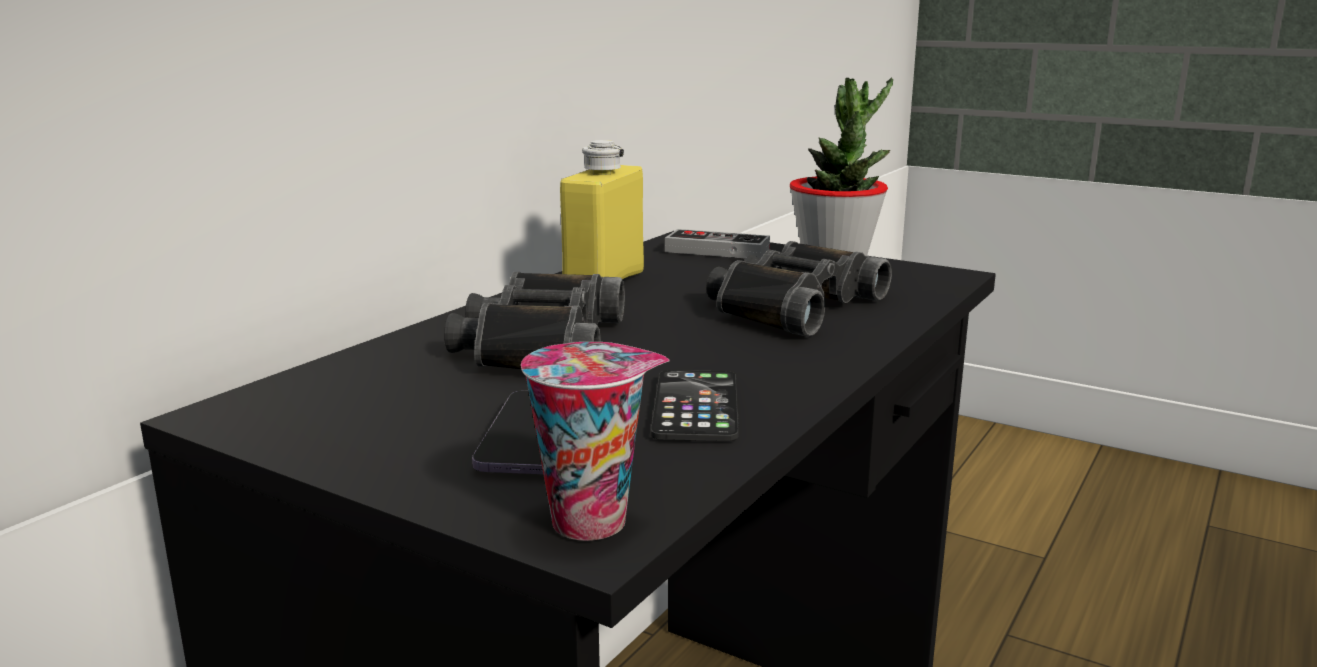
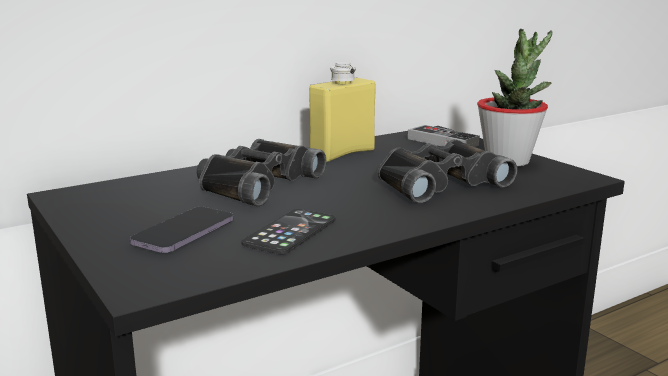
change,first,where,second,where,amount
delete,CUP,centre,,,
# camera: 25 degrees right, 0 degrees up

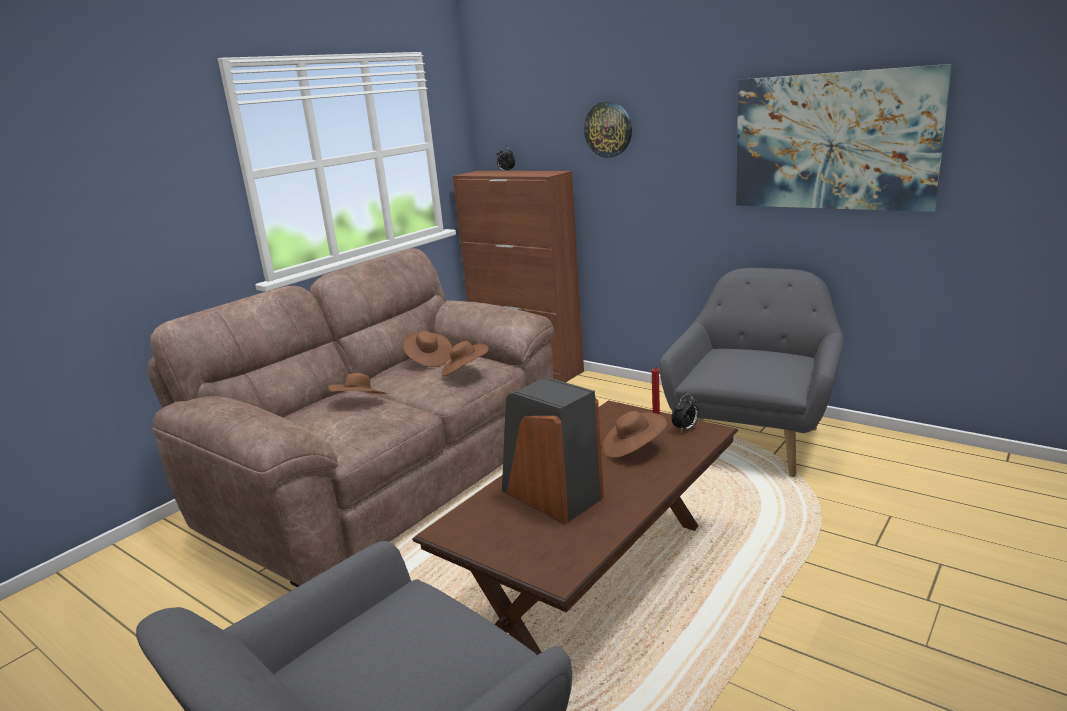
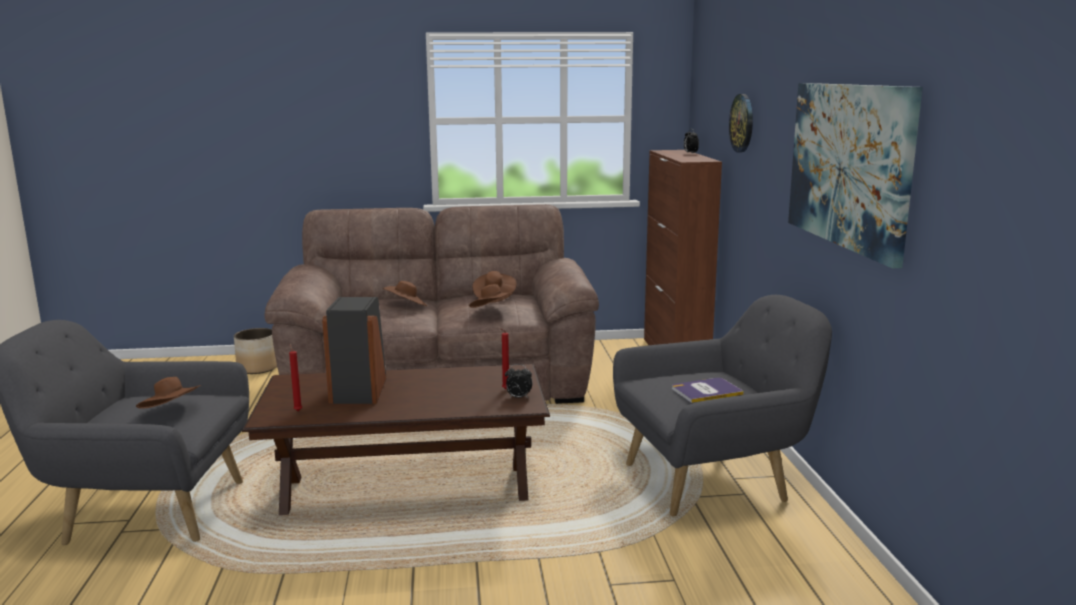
change,first,where,second,where,amount
insert,,,PLANTER,middle left,
insert,,,RED CANDLE (1st from left),middle left,
insert,,,BOOK,centre,
move,BROWN HAT (4th from left in the first image),centre,BROWN HAT (1st from left),middle left,
# camera: 45 degrees right, 5 degrees down

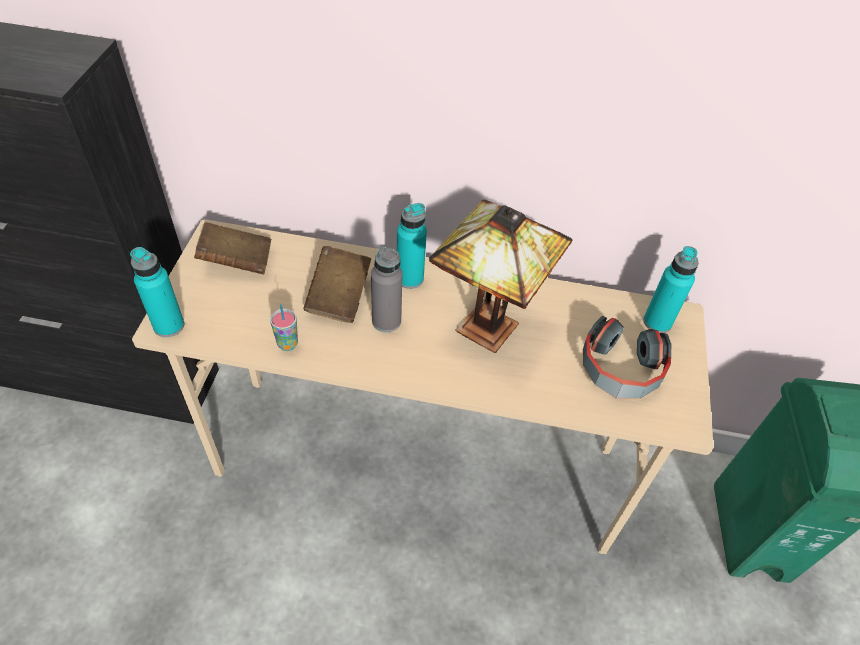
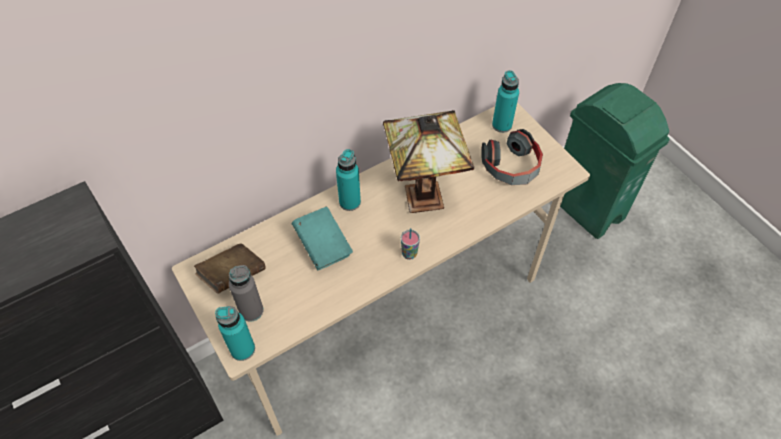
change,first,where,second,where,amount
move,CUP,middle left,,centre,
move,GREY BOTTLE,centre,,bottom left,
recolor,BROWN BOOK (2nd from left),centre,TURQUOISE BOOK,centre,
# camera: 40 degrees left, 5 degrees up

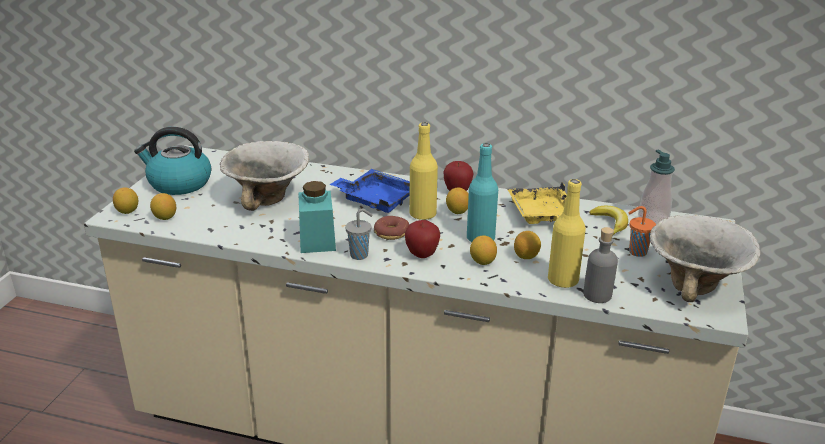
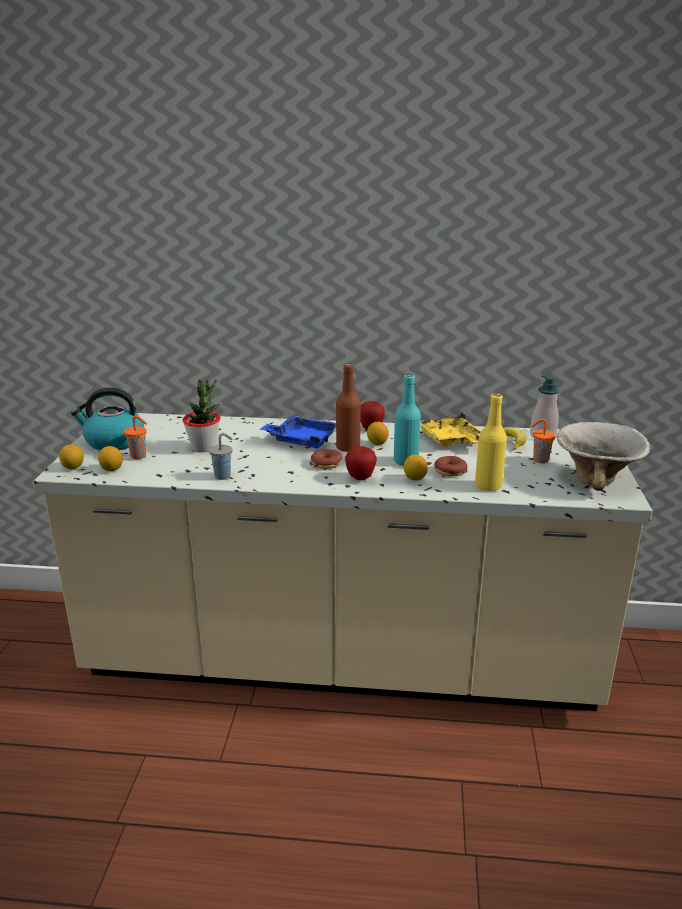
change,first,where,second,where,amount
delete,TURQUOISE JAR,centre,,,
delete,GREY BOTTLE,middle right,,,
insert,,,ORANGE CUP (1st from left),middle left,
move,GREY CUP,centre,,middle left,
replace,BOWL (1st from left),middle left,POTTED PLANT,middle left,
replace,LEMON (5th from left),centre,DONUT (2nd from left),centre,
recolor,YELLOW BOTTLE (1st from left),centre,BROWN BOTTLE,centre,
# camera: 10 degrees left, 5 degrees down

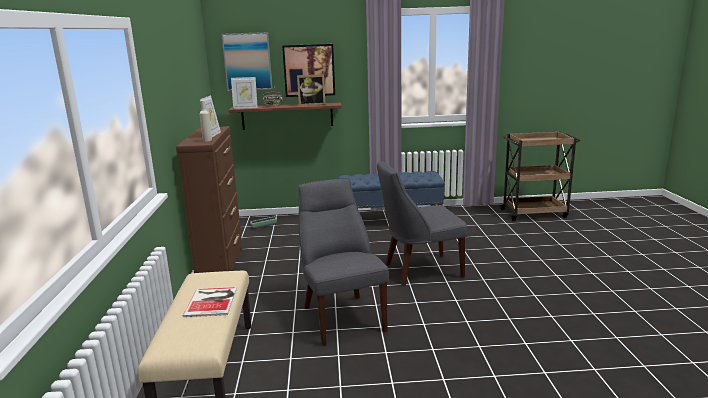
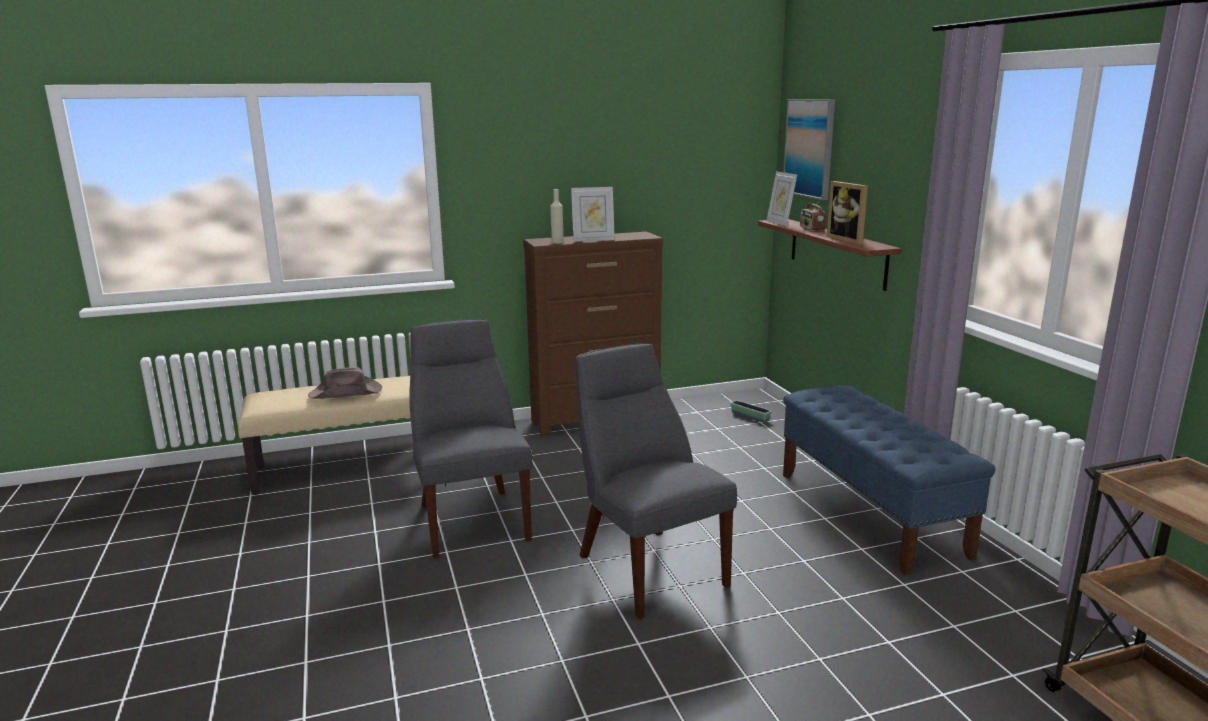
change,first,where,second,where,amount
delete,PICTURE (2nd from left),top centre,,,
replace,BOOK,bottom left,BROWN HAT,middle left,
rotate,GREY CHAIR (1st from left),centre,,centre,75 degrees counterclockwise
# camera: 75 degrees right, 0 degrees up

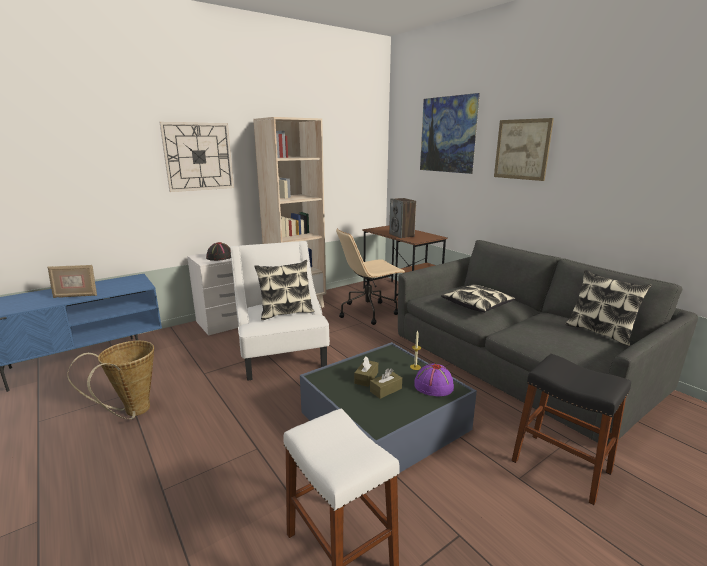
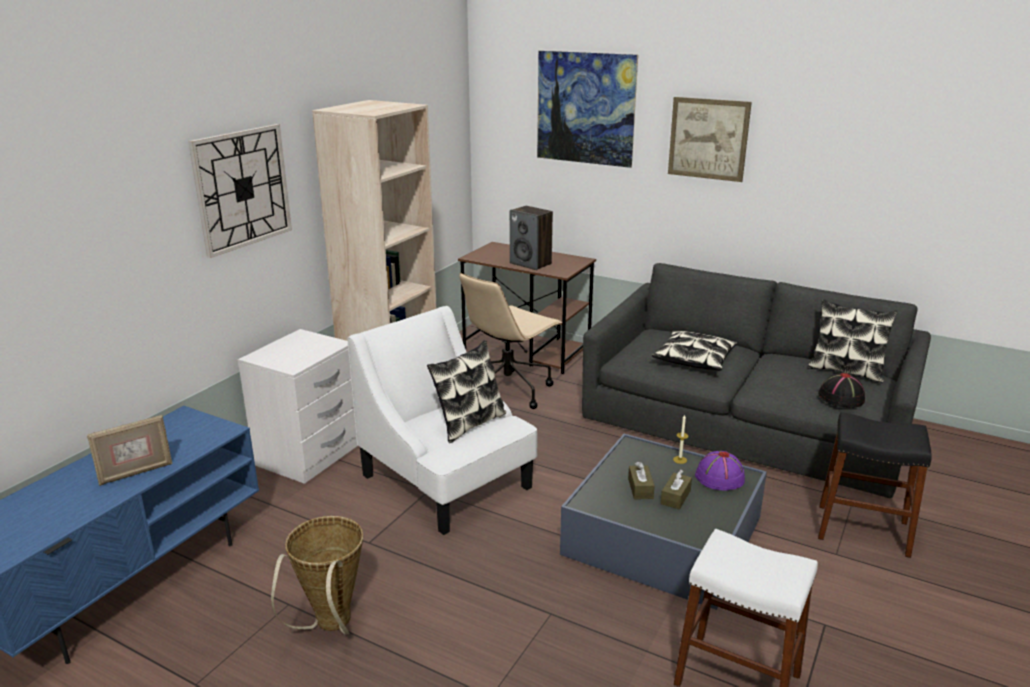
change,first,where,second,where,amount
move,BLACK HAT,middle left,,middle right,
# camera: 25 degrees left, 5 degrees up

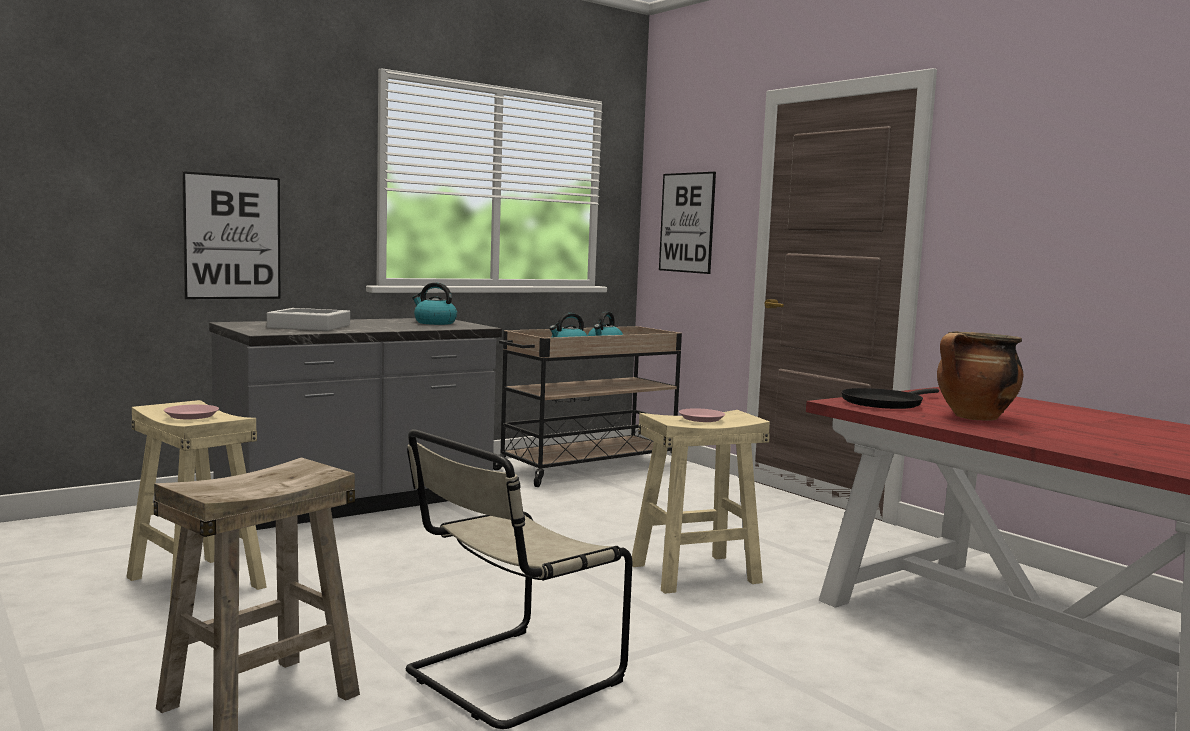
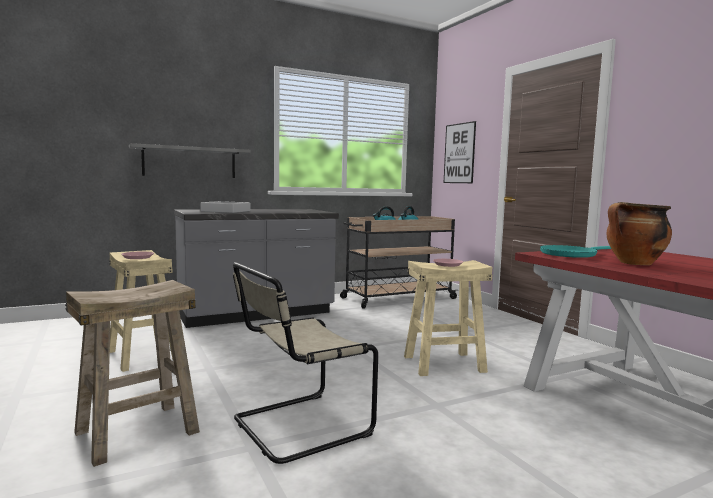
change,first,where,second,where,amount
delete,KETTLE (1st from left),centre,,,
replace,PICTURE (1st from left),top left,GREY SHELF,top left,
recolor,BLACK FRYING PAN,middle right,TURQUOISE FRYING PAN,middle right,
# camera: 10 degrees right, 0 degrees up

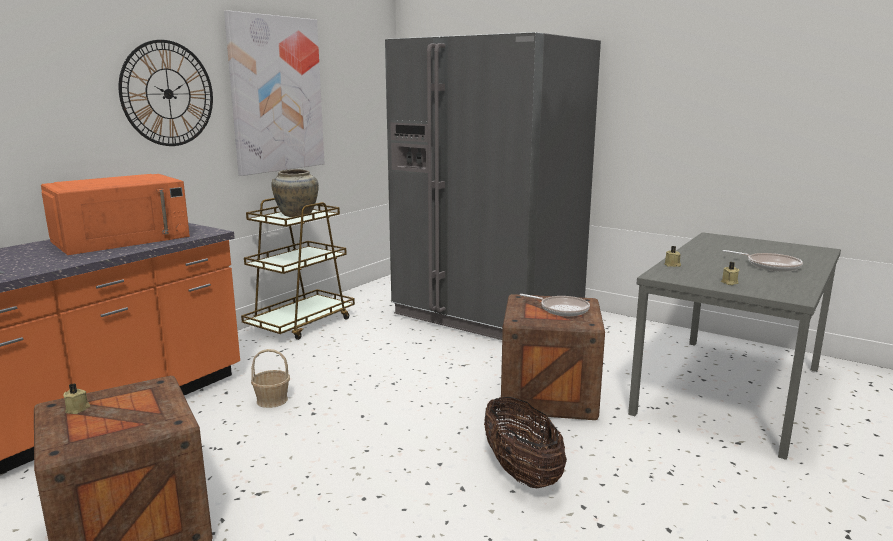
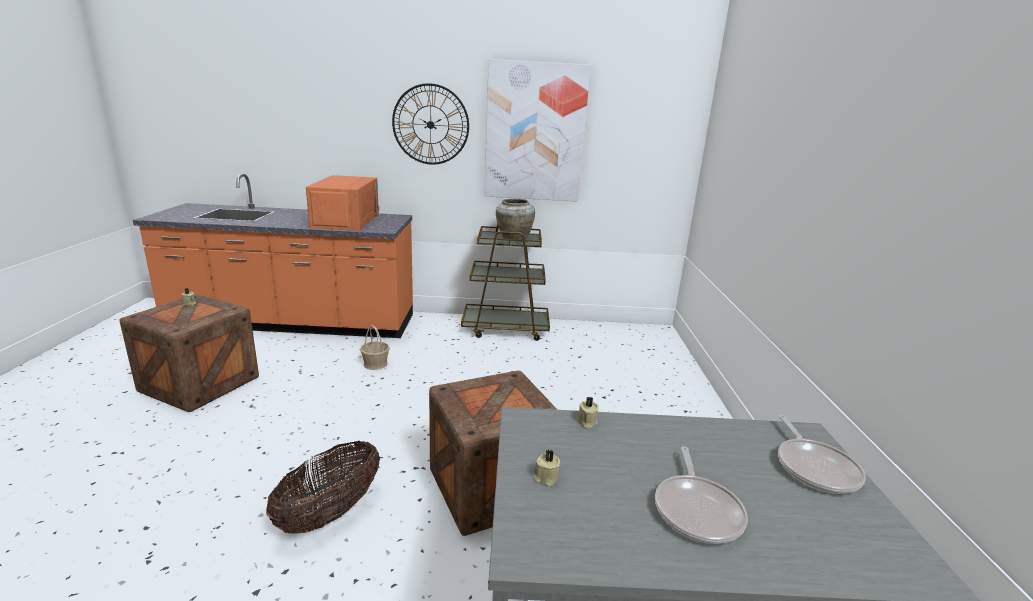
change,first,where,second,where,amount
delete,GREY FRIDGE,centre,,,
move,FRYING PAN (1st from left in the first image),centre,FRYING PAN (2nd from left),bottom right,
rotate,ORANGE MICROWAVE,middle left,,middle left,105 degrees counterclockwise
# camera: 55 degrees right, 5 degrees up

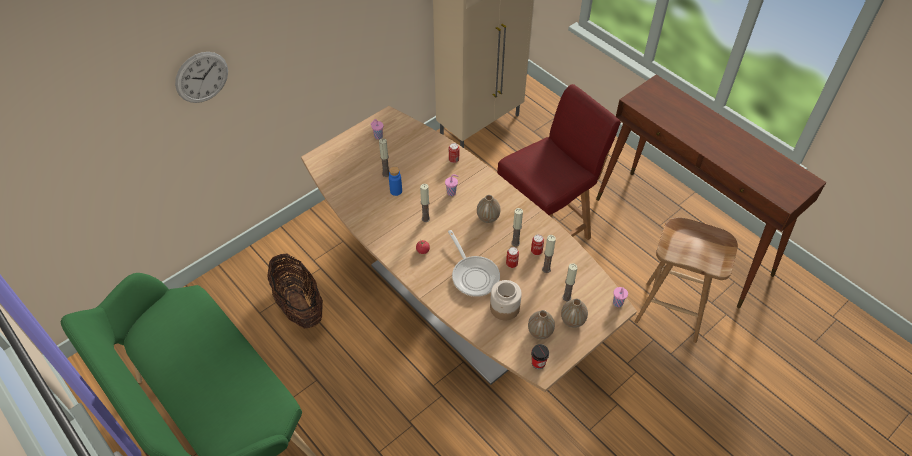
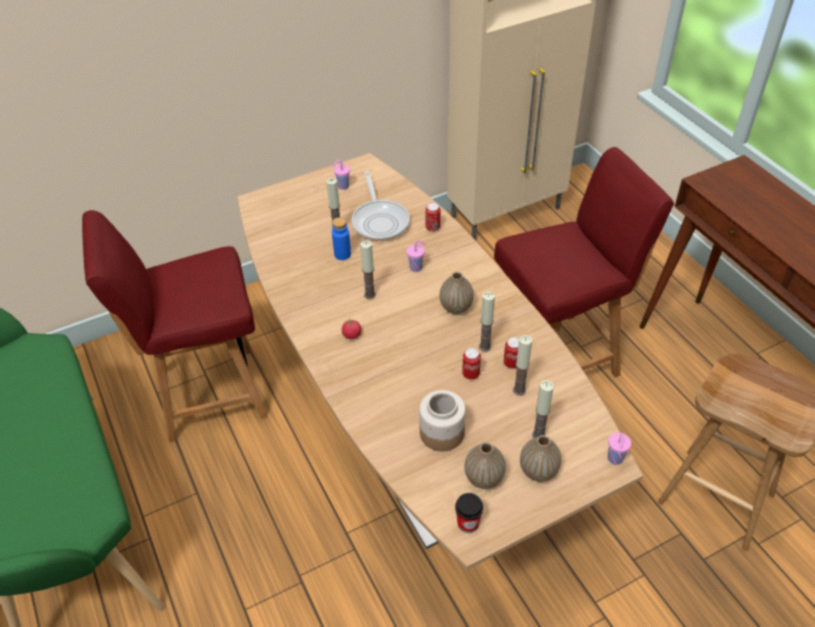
change,first,where,second,where,amount
delete,WALL CLOCK,top left,,,
move,FRYING PAN,centre,,top centre,
replace,BASKET,middle left,RED CHAIR (1st from left),middle left,
# camera: 15 degrees right, 5 degrees down

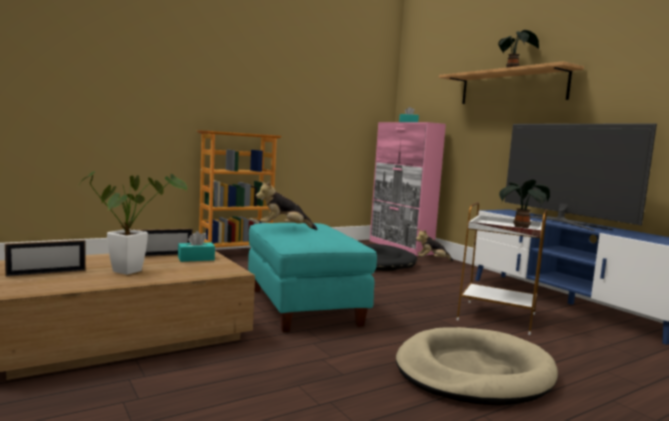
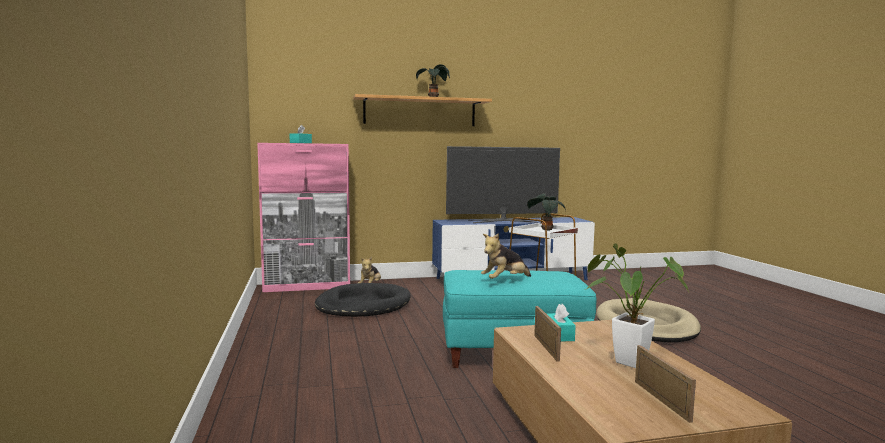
change,first,where,second,where,amount
delete,BOOKCASE,centre,,,
rotate,PLUSH TOY (1st from left in the first image),centre,PLUSH TOY (2nd from left),centre,45 degrees clockwise
# camera: 70 degrees left, 0 degrees up

